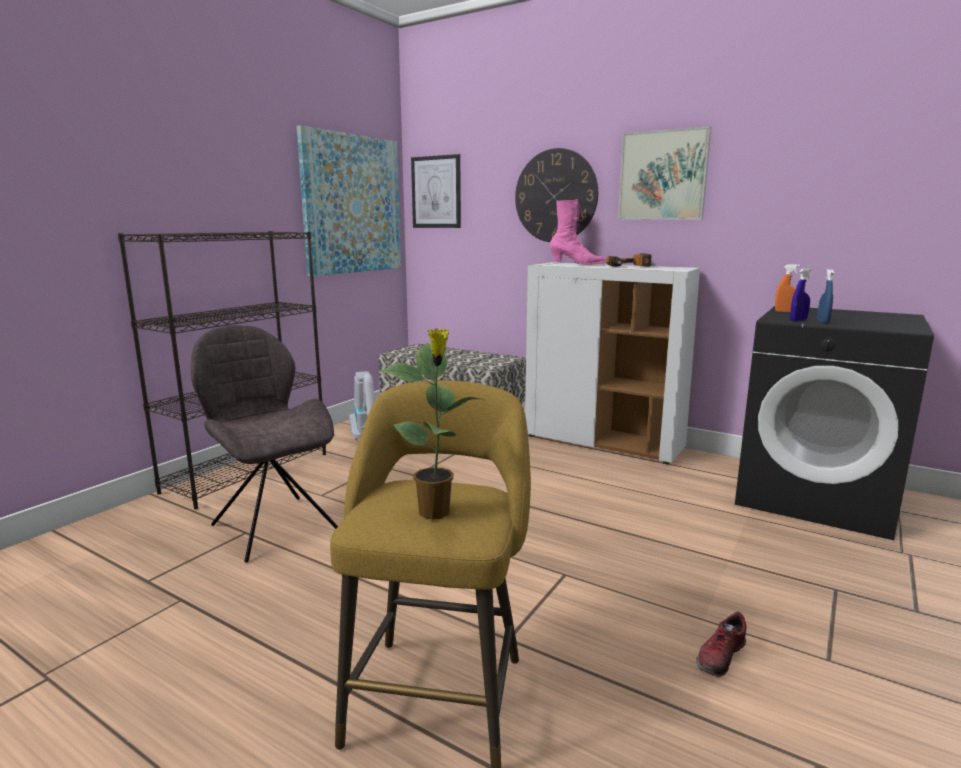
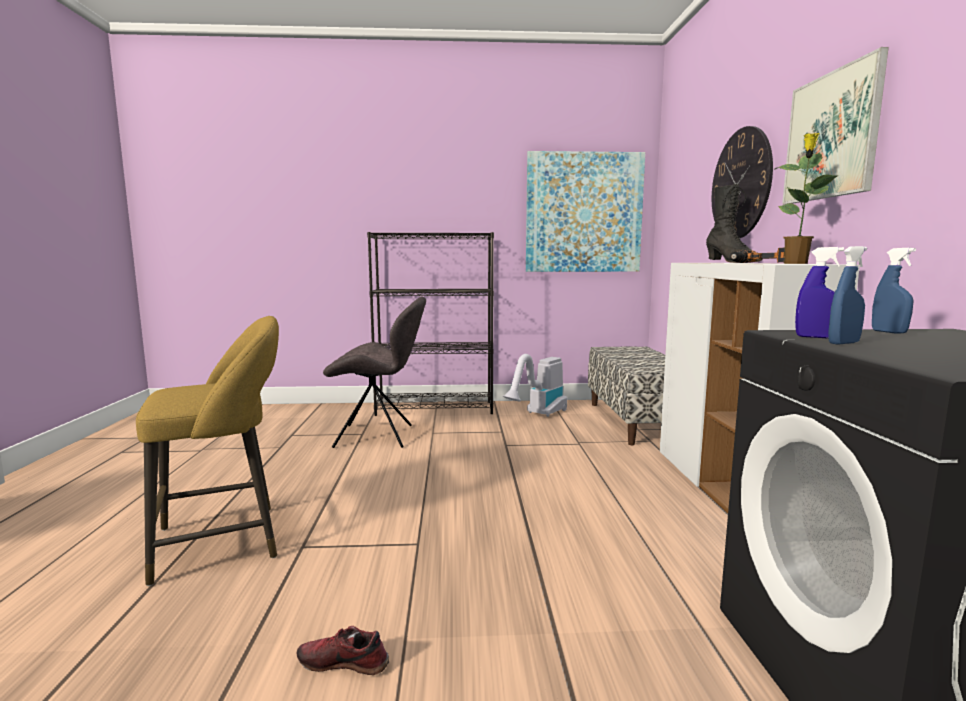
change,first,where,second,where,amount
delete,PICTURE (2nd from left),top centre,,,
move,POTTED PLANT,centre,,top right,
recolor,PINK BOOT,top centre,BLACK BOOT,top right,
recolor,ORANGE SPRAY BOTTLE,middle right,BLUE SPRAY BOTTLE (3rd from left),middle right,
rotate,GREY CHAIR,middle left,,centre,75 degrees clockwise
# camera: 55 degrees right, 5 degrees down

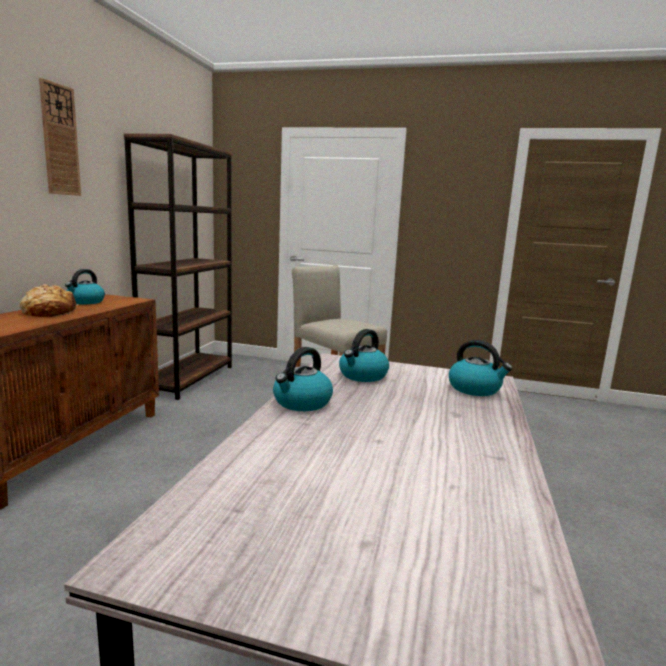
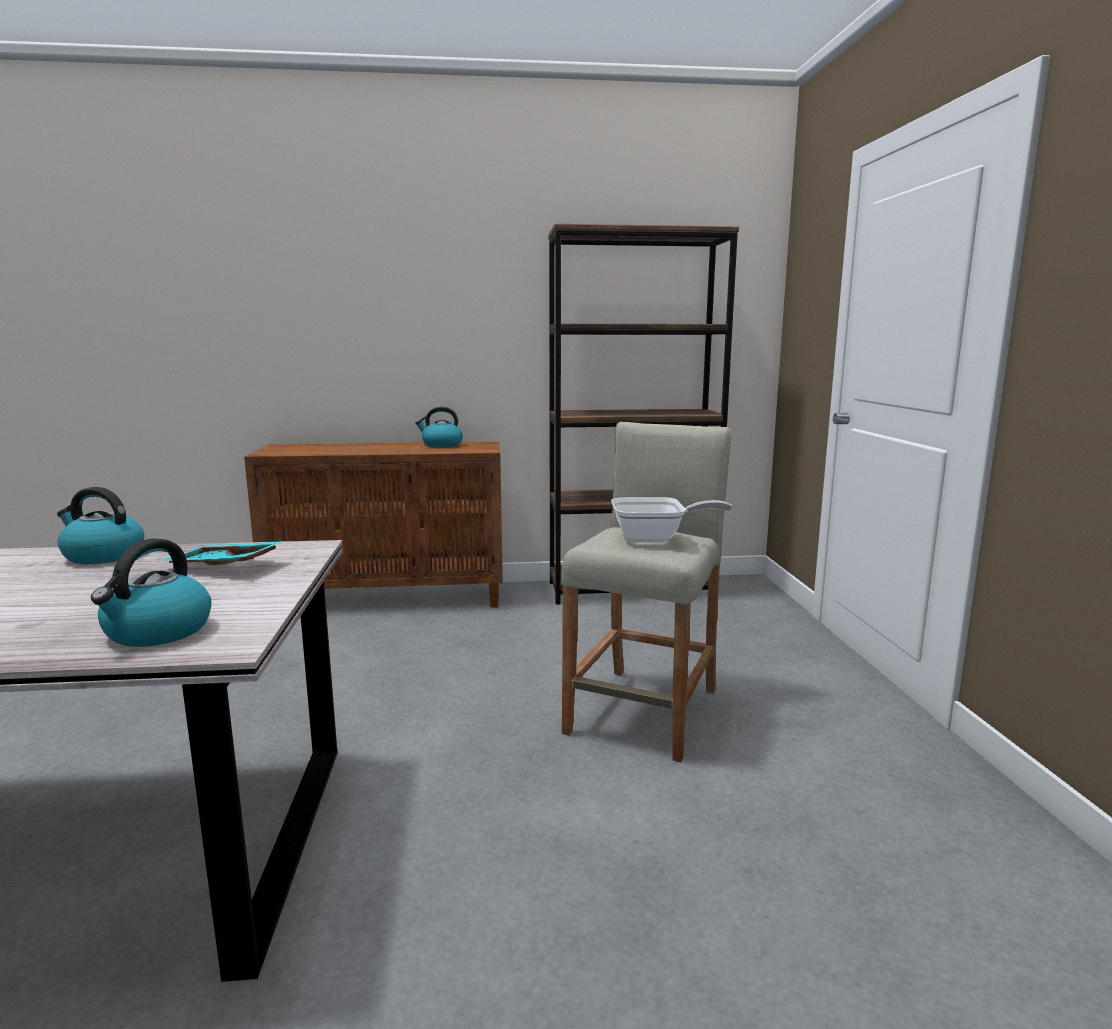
change,first,where,second,where,amount
delete,BREAD,middle left,,,
delete,WALL CLOCK,top left,,,
insert,,,FRYING PAN,centre,
replace,KETTLE (3rd from left),centre,TURQUOISE TRAY,middle left,
# camera: 70 degrees right, 0 degrees up

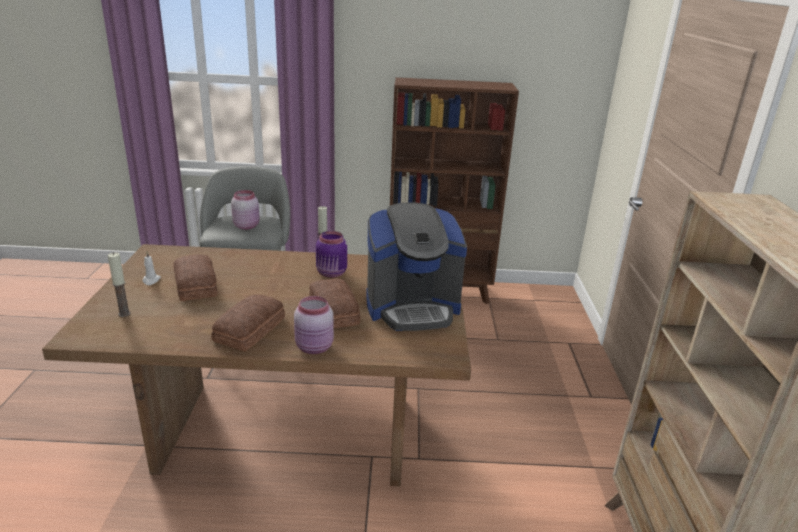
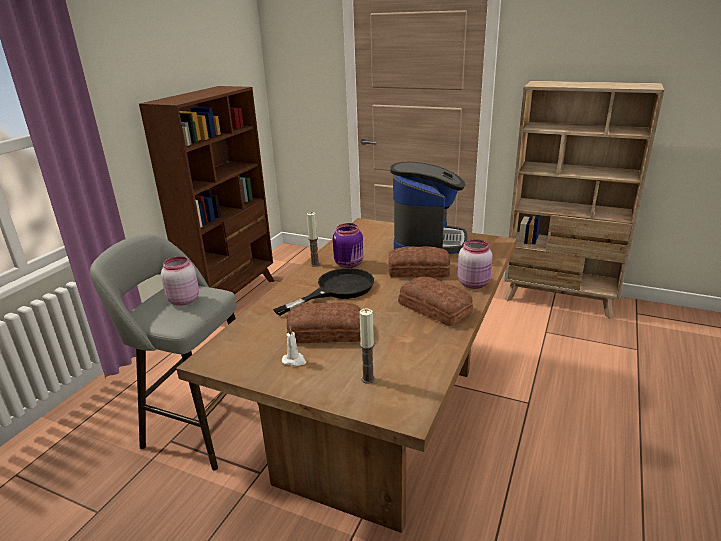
change,first,where,second,where,amount
insert,,,BLACK FRYING PAN,centre,
# camera: 65 degrees left, 0 degrees up

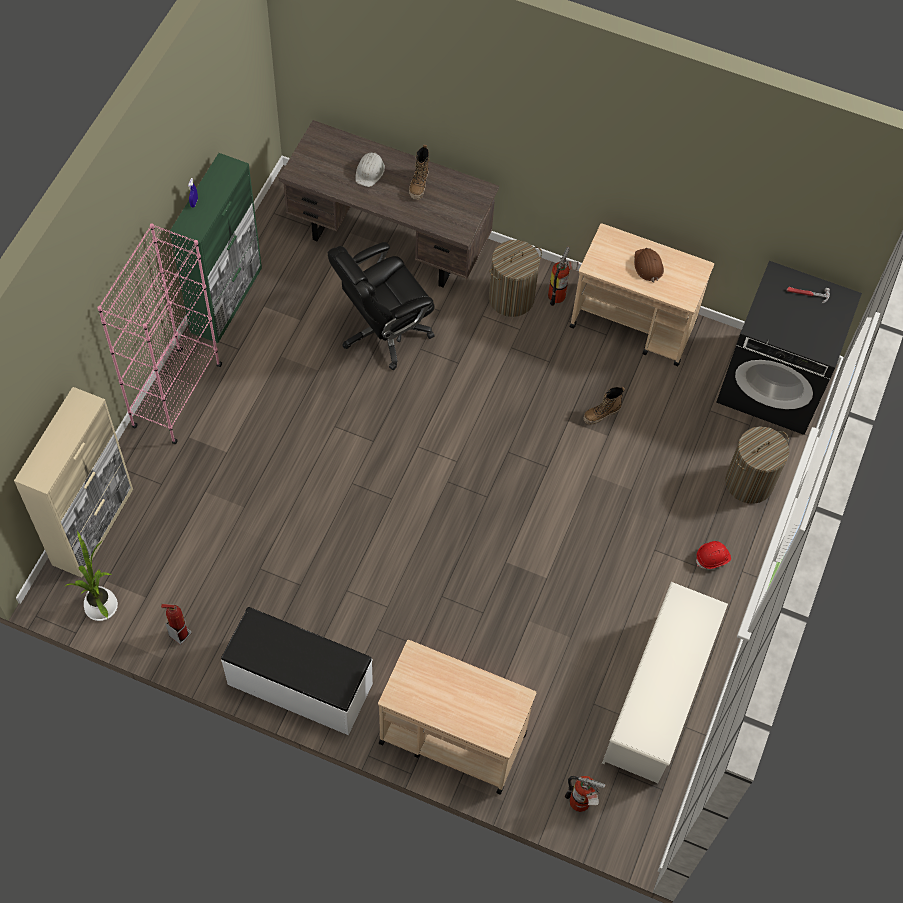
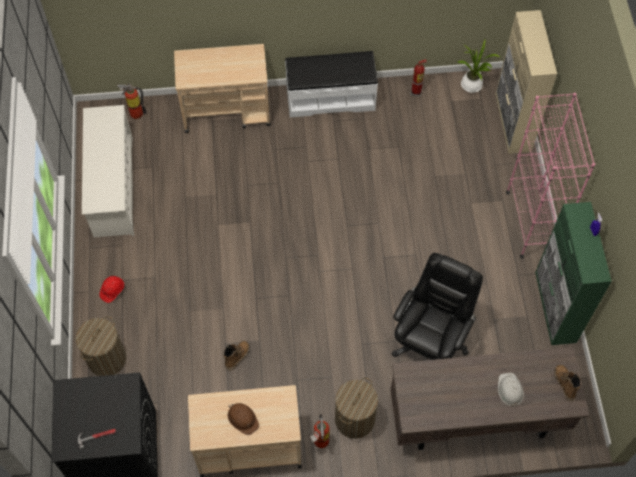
change,first,where,second,where,amount
move,BOOT (1st from left in the first image),top centre,BOOT (2nd from left),bottom right,
# camera: 155 degrees right, 0 degrees up

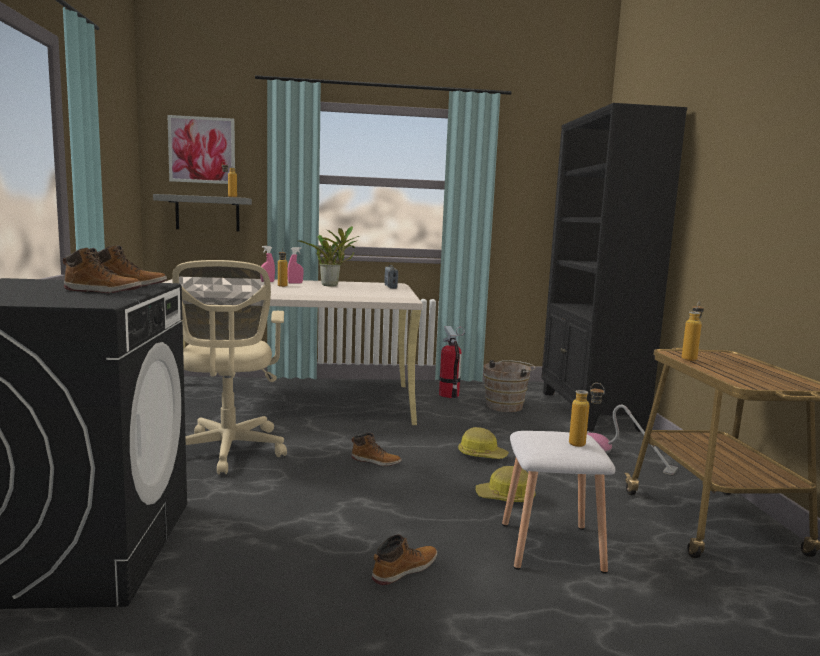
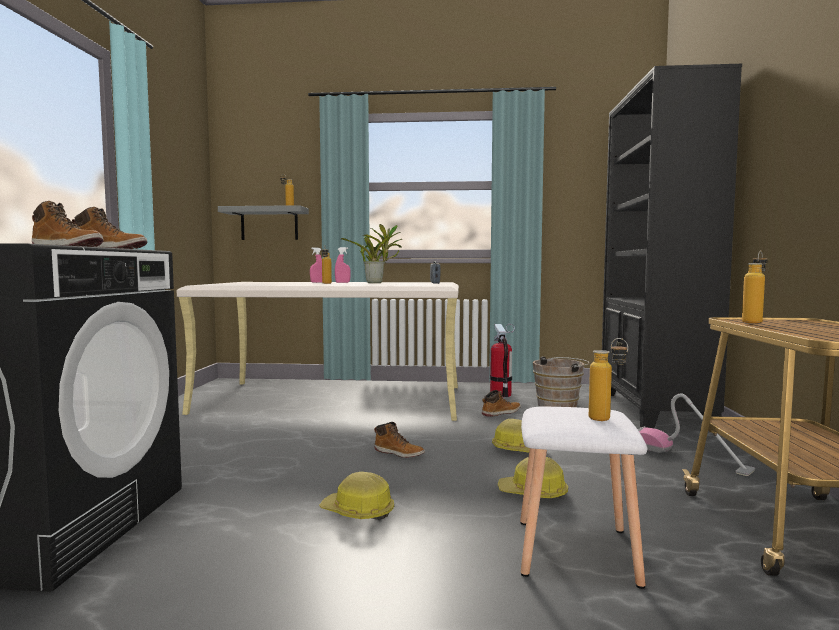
change,first,where,second,where,amount
delete,PICTURE,top left,,,
delete,BEIGE OFFICE CHAIR,middle left,,,
insert,,,HARD HAT (1st from left),bottom centre,
move,BOOT (4th from left),bottom centre,,centre,
# camera: 10 degrees right, 5 degrees down

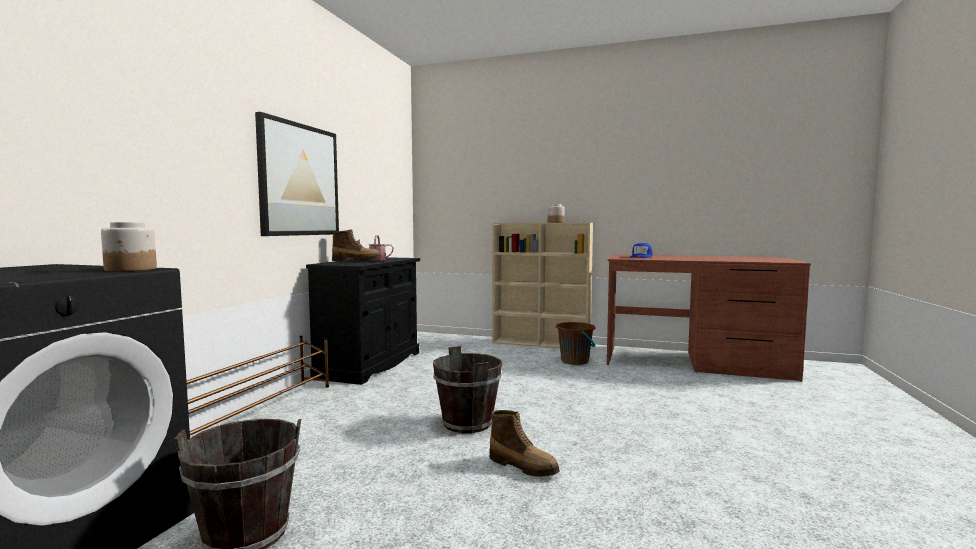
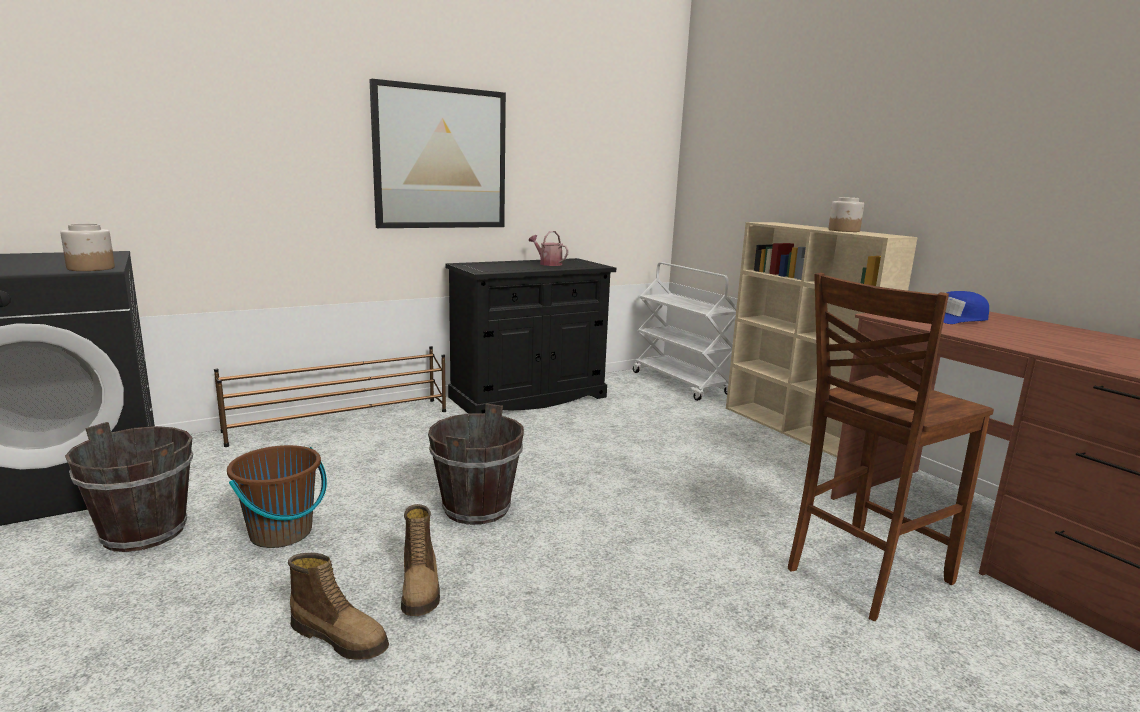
change,first,where,second,where,amount
insert,,,WHITE CART,centre,
insert,,,BROWN CHAIR,middle right,
move,BOOT (1st from left),centre,,bottom left,
move,BROWN BUCKET (3rd from left in the first image),centre,BROWN BUCKET (2nd from left),bottom left,
# camera: 40 degrees right, 10 degrees up

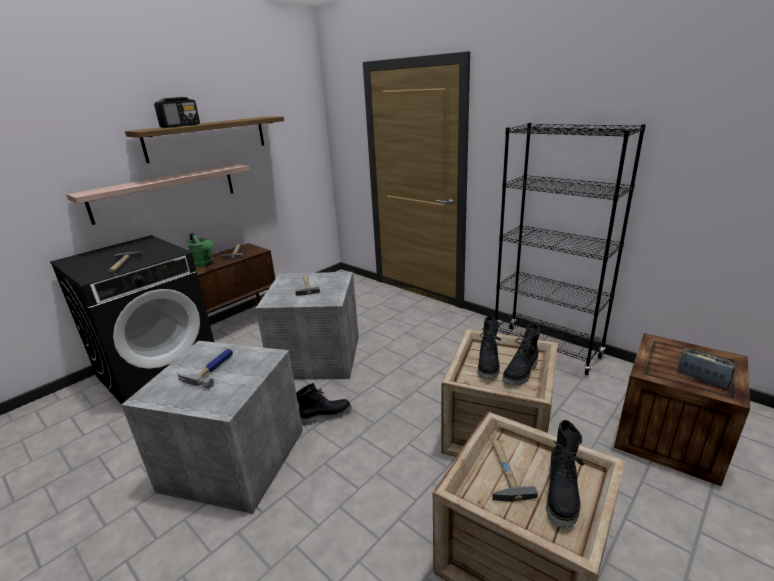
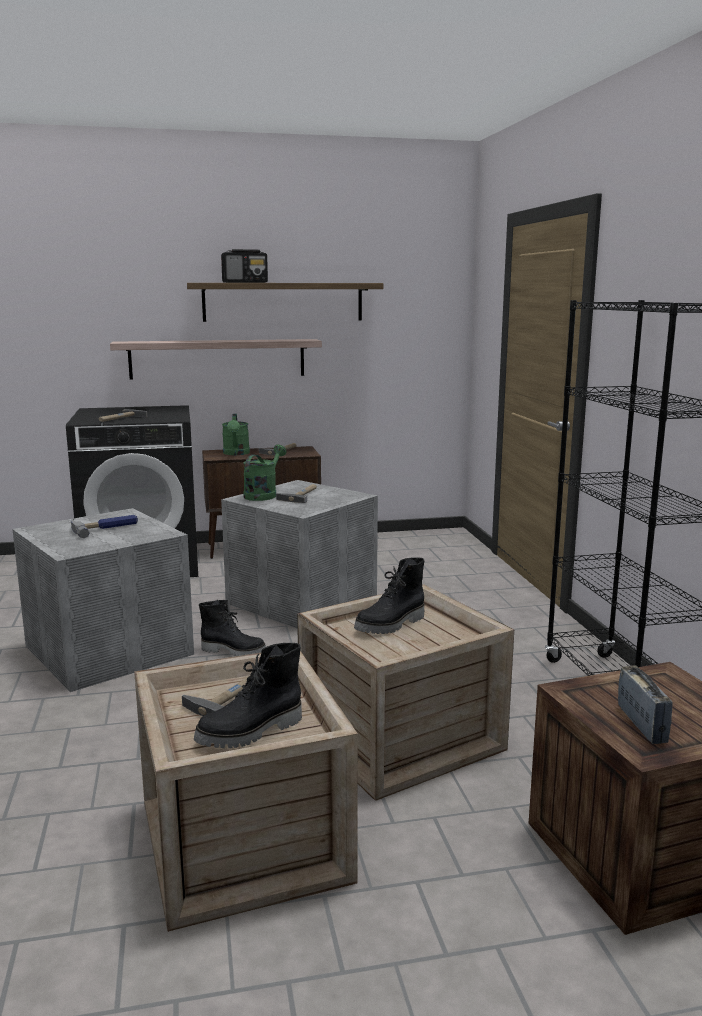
change,first,where,second,where,amount
delete,BLACK BOOT (3rd from left),middle right,,,
insert,,,GREEN WATERING CAN (2nd from left),centre,
# camera: 35 degrees right, 10 degrees down

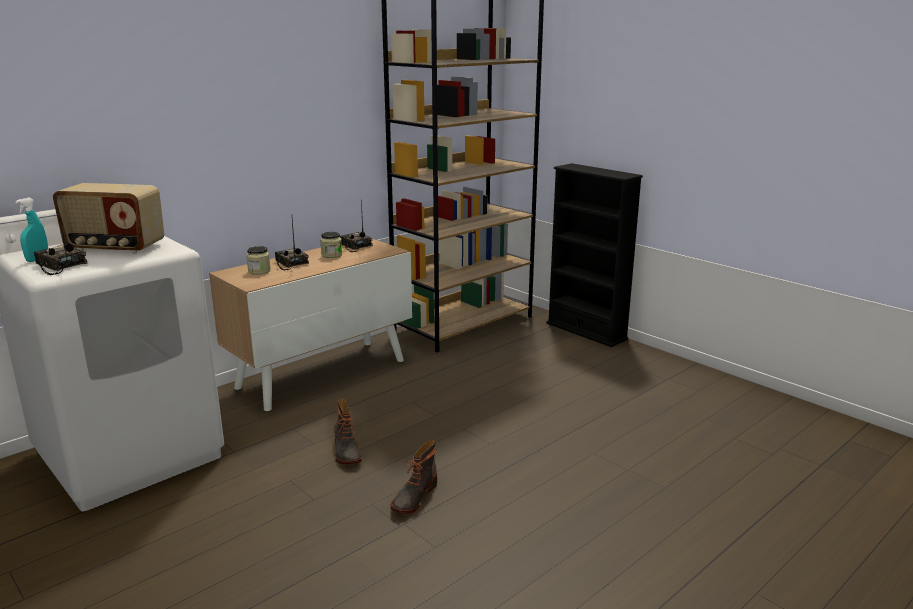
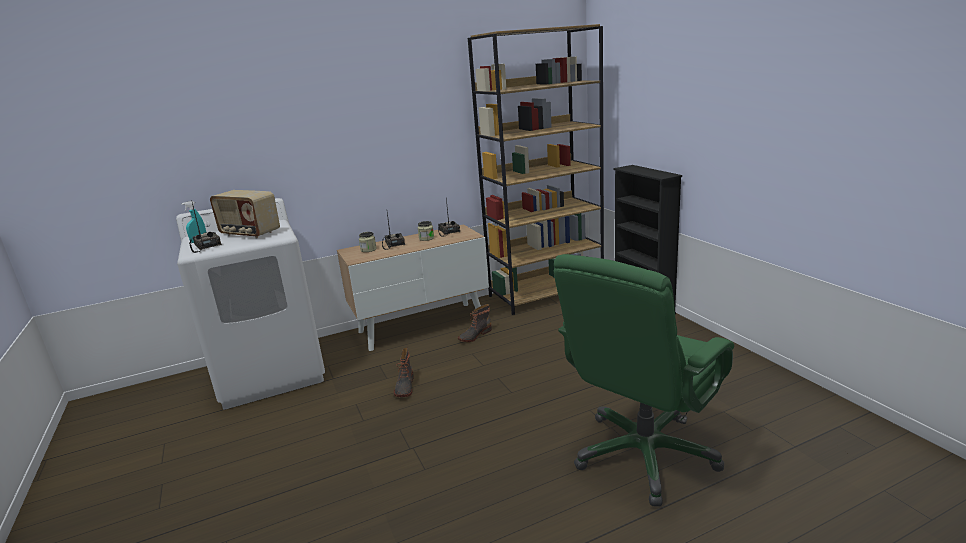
change,first,where,second,where,amount
insert,,,GREEN OFFICE CHAIR,bottom right,
move,BOOT (2nd from left),bottom centre,,centre,
# camera: 20 degrees right, 0 degrees up

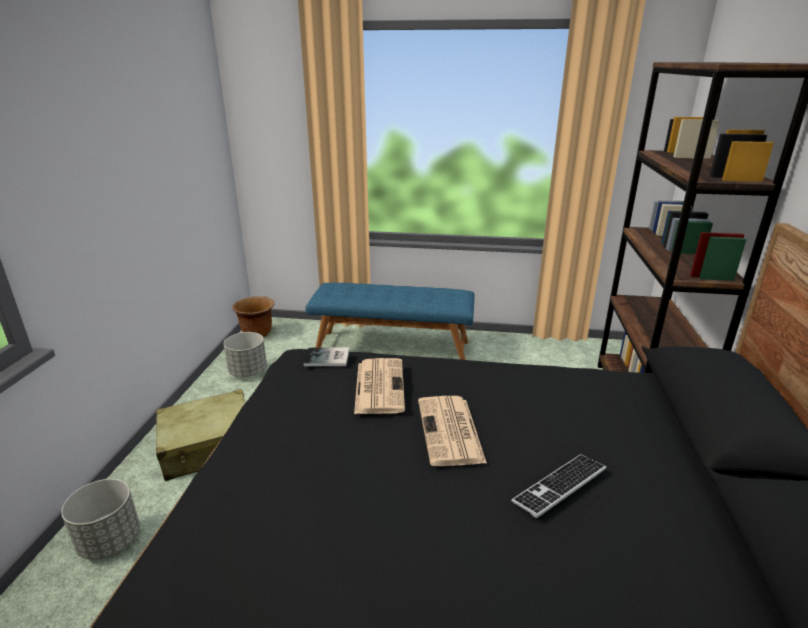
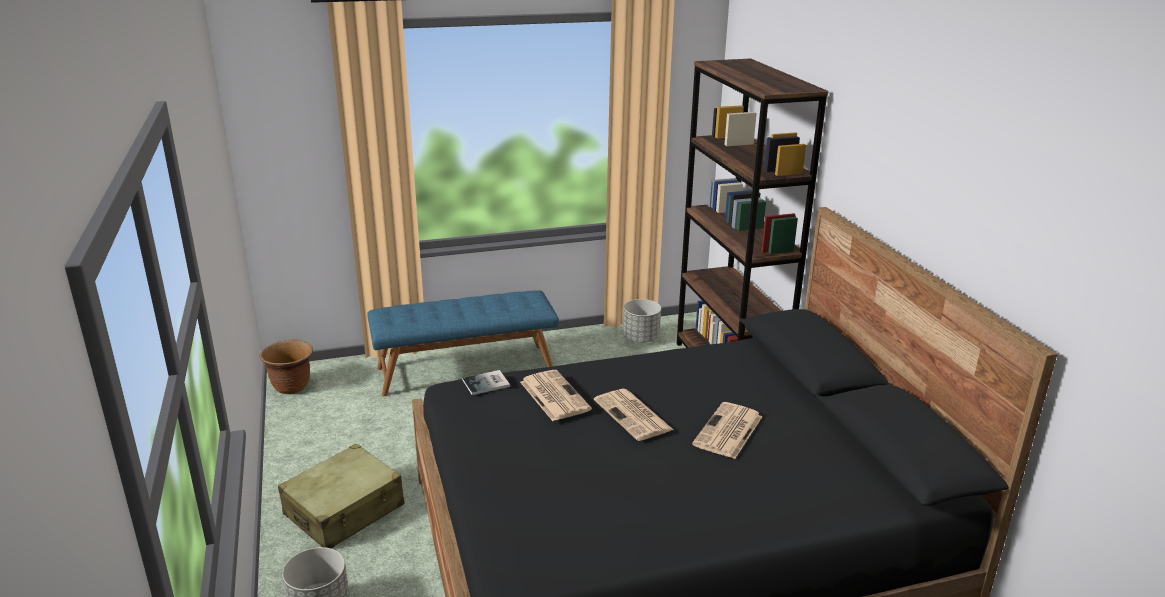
change,first,where,second,where,amount
move,GREY PLANTER (2nd from left),middle left,,centre,
replace,KEYBOARD,bottom right,NEWSPAPER (3rd from left),bottom centre,
# camera: 25 degrees left, 0 degrees up

